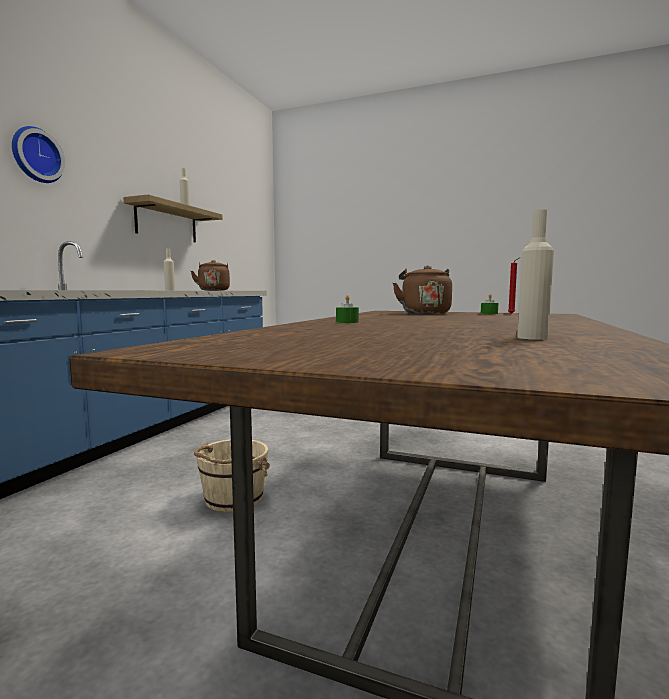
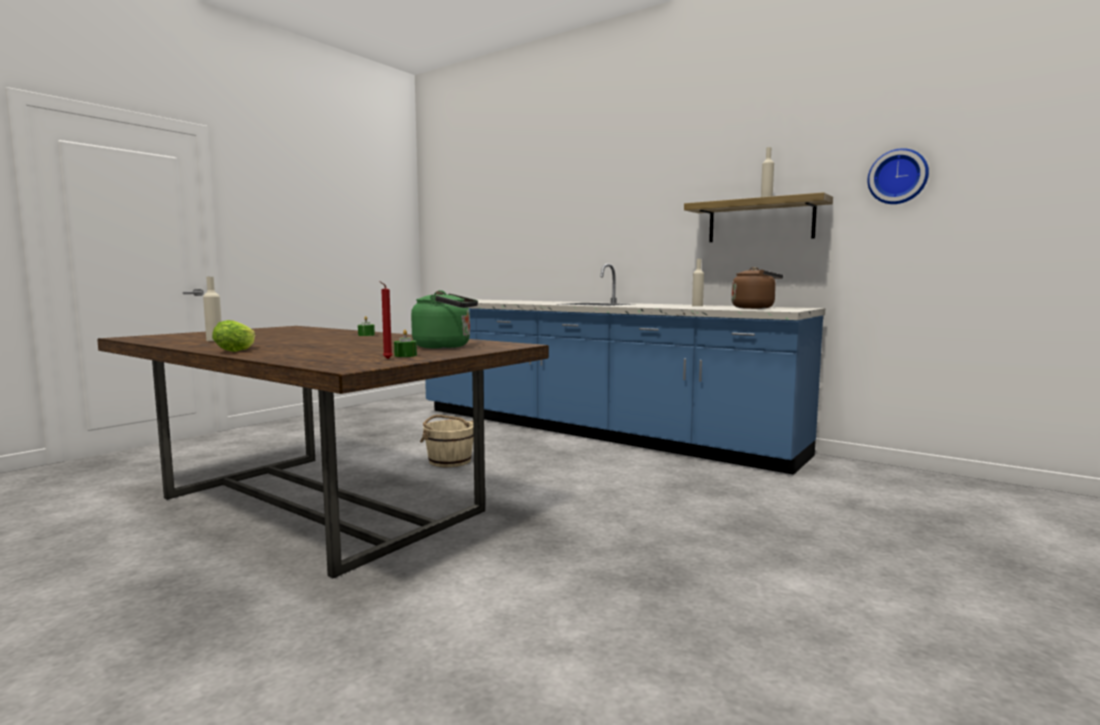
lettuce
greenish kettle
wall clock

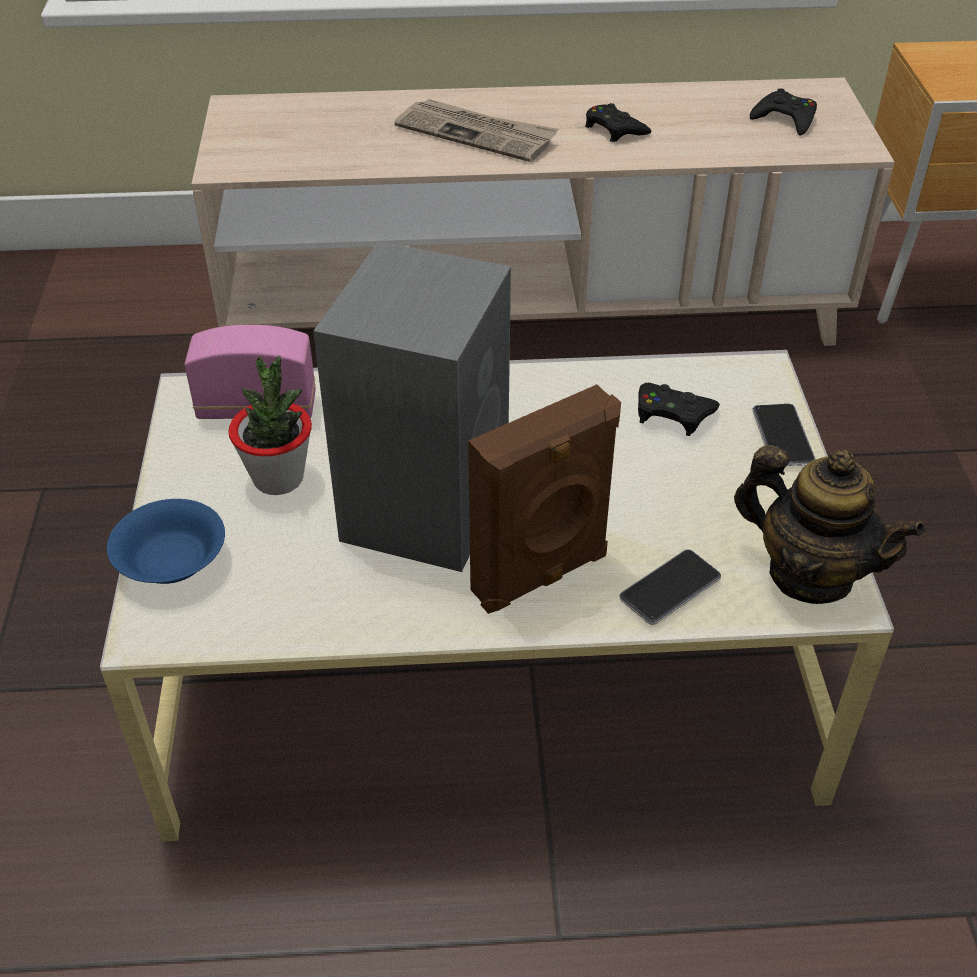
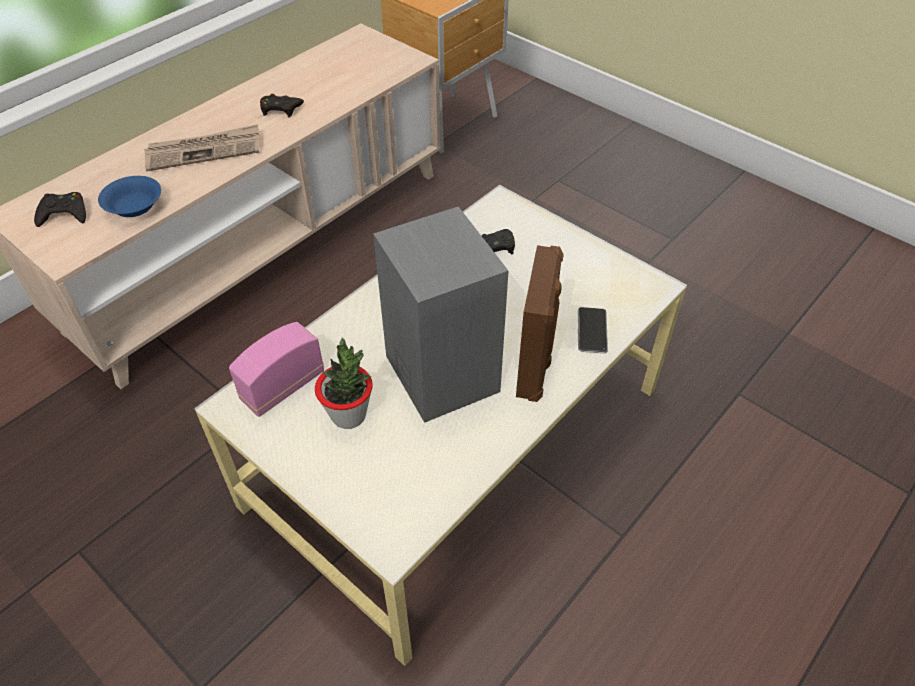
black joypad (no. 1 from left)
blue serving bowl
tea pot
telephone (no. 2 from left in the first image)

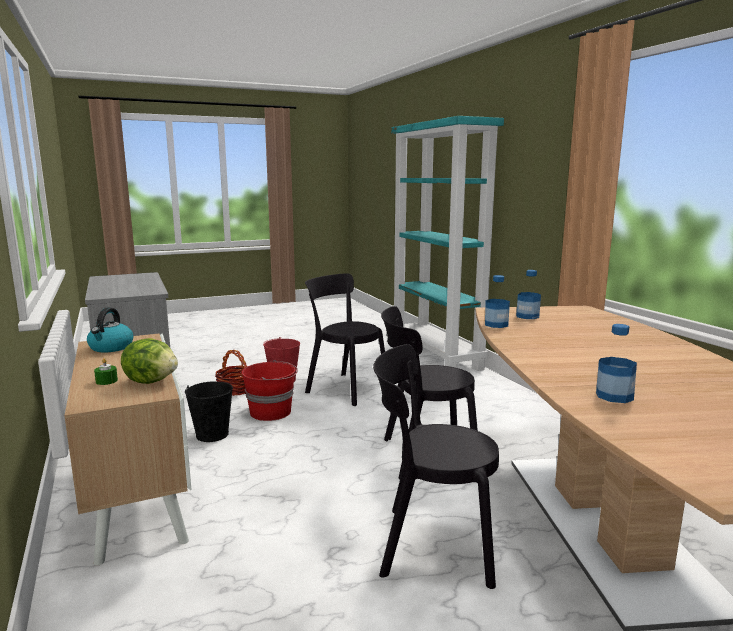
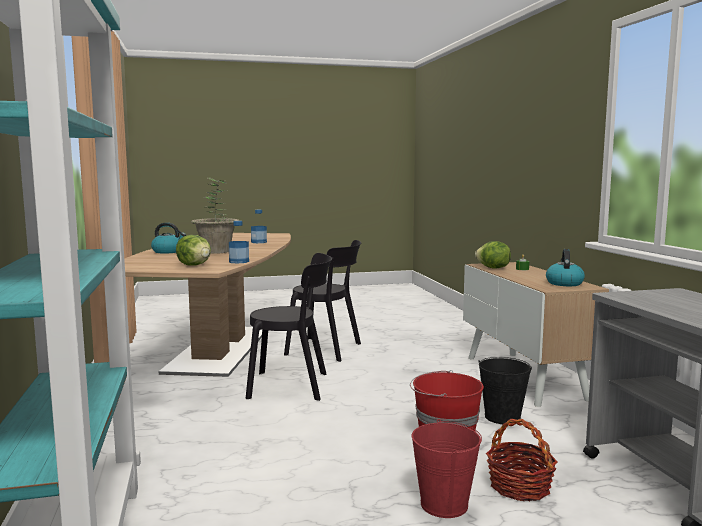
kettle (no. 1 from left)
lettuce (no. 1 from left)
plant in a pot
black chair (no. 1 from left in the first image)

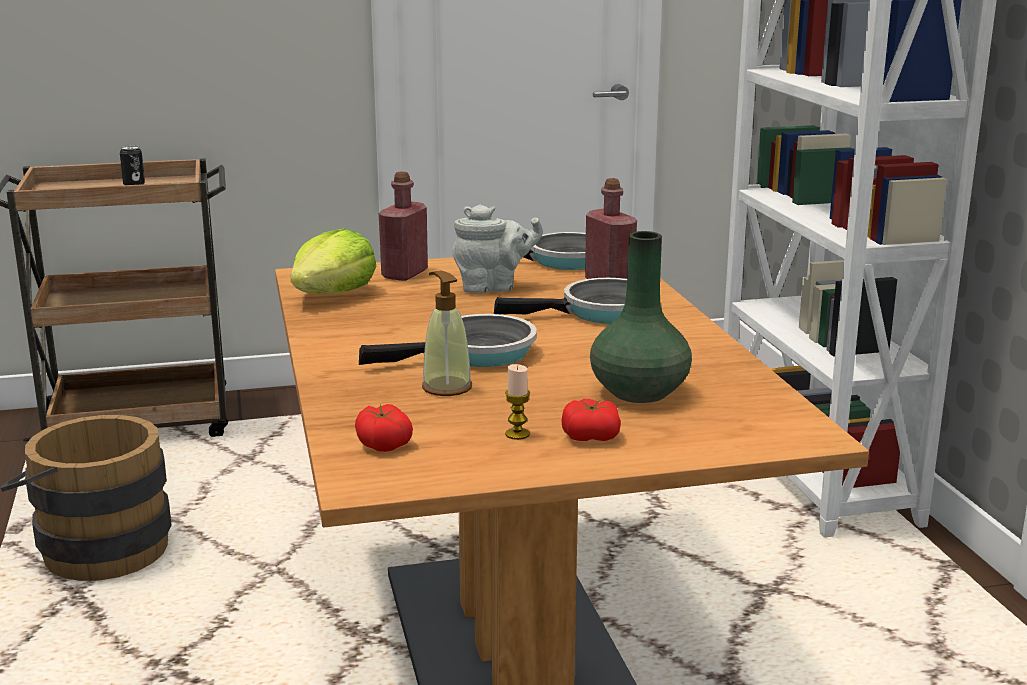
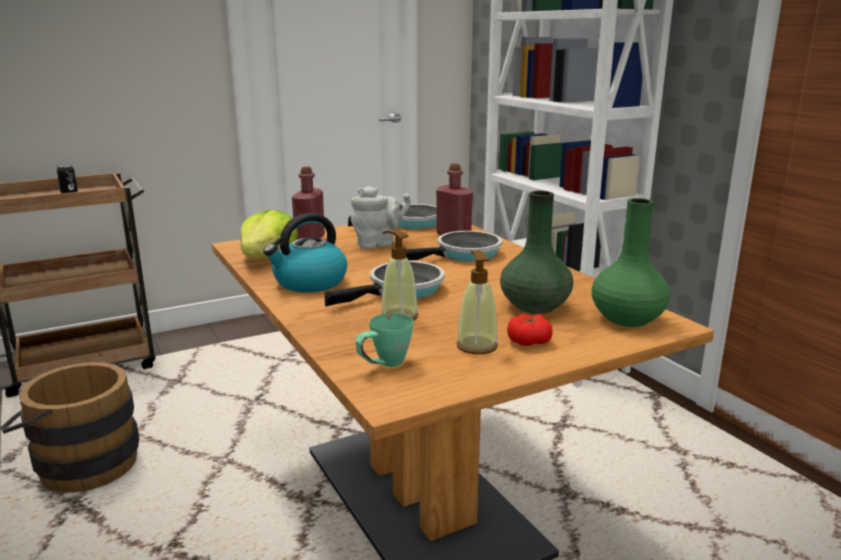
kettle
greenish tea mug
soap dispenser (no. 2 from left)
greenish flower vase (no. 2 from left)

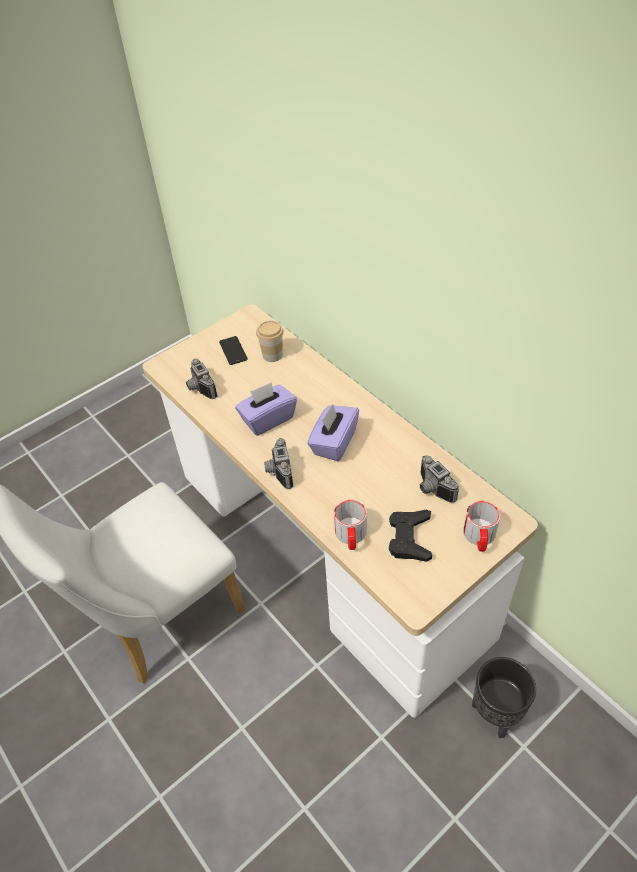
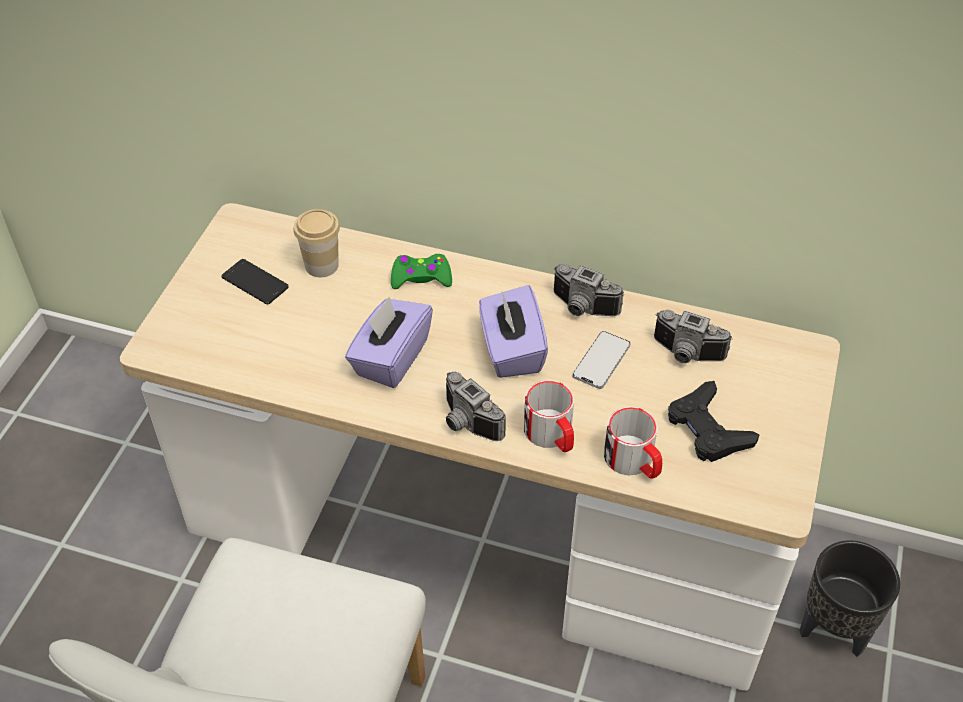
greenish joypad
tea mug (no. 1 from left)
photo camera (no. 2 from left)
telephone (no. 2 from left)

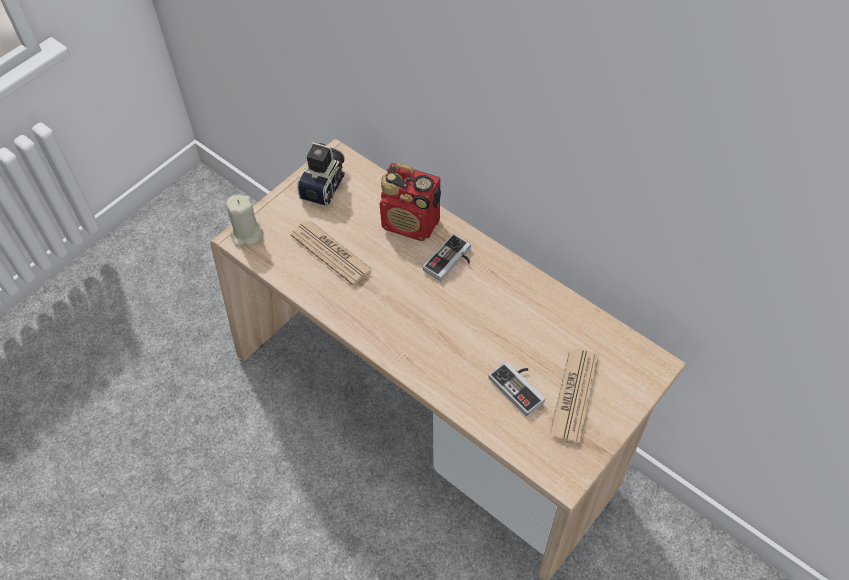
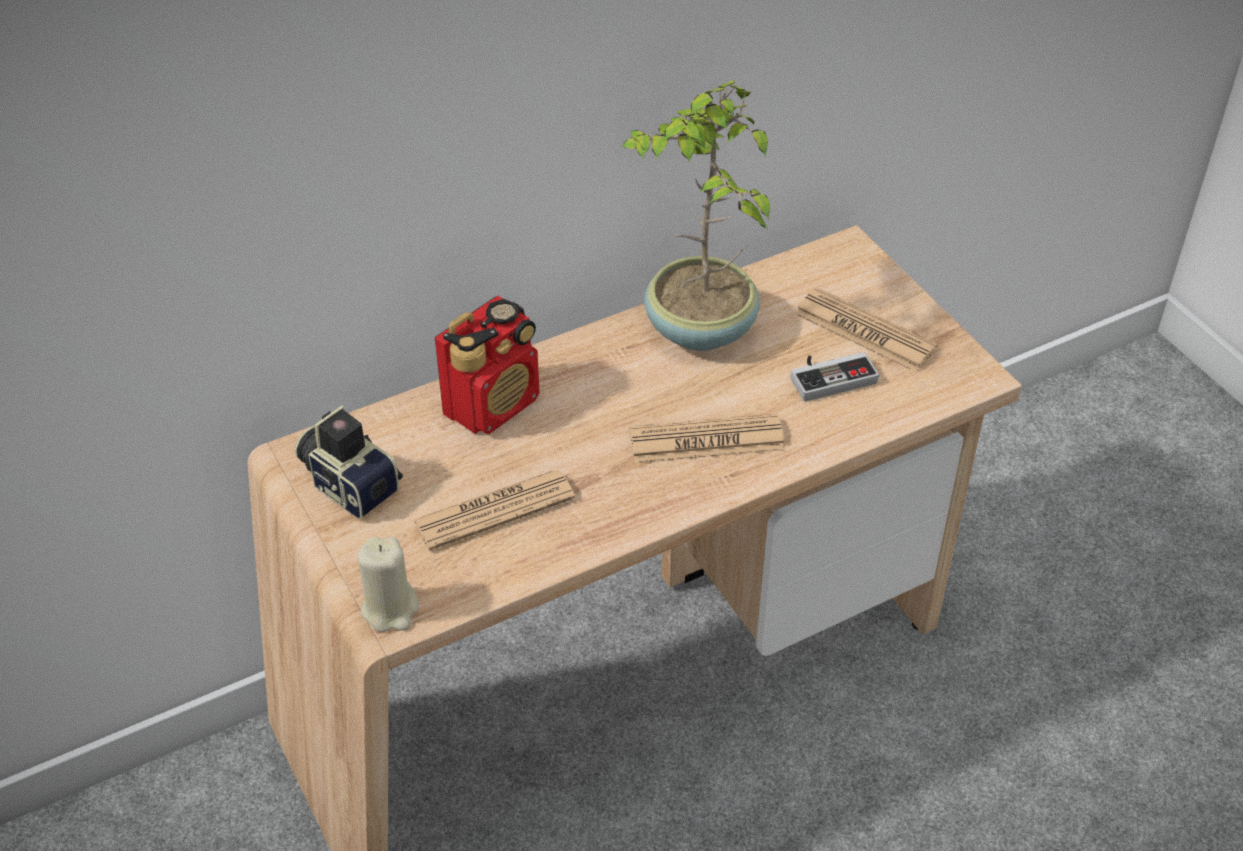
plant in a pot
printed paper (no. 2 from left)
joypad (no. 1 from left in the first image)

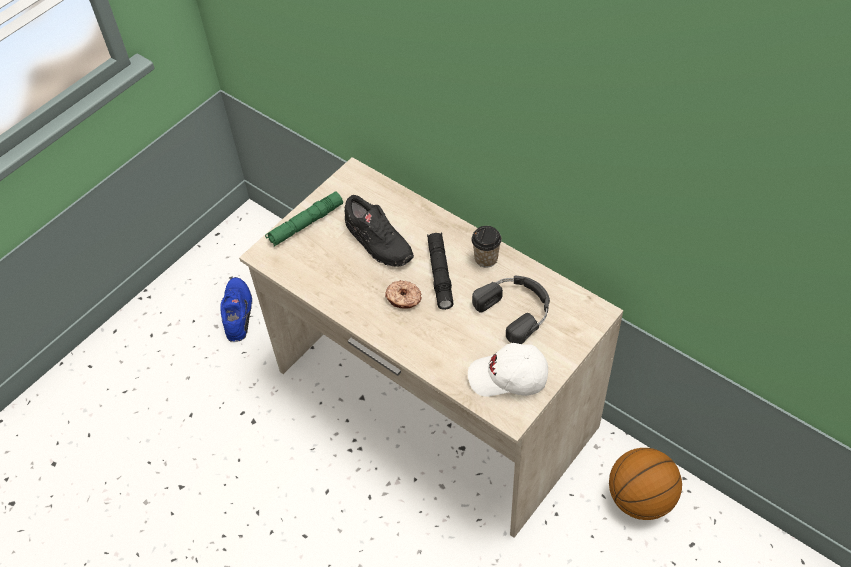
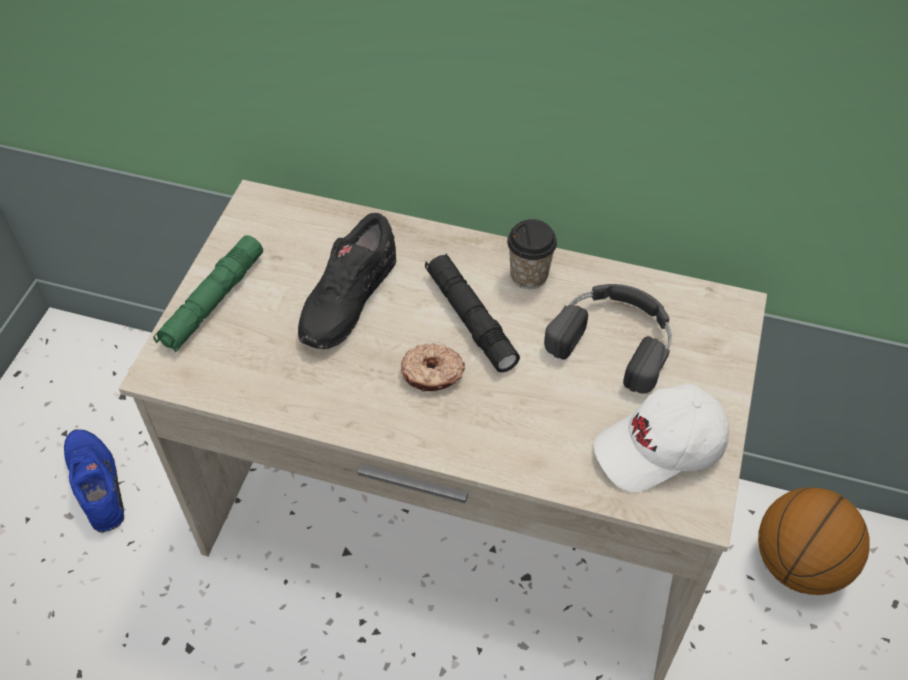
black low shoe

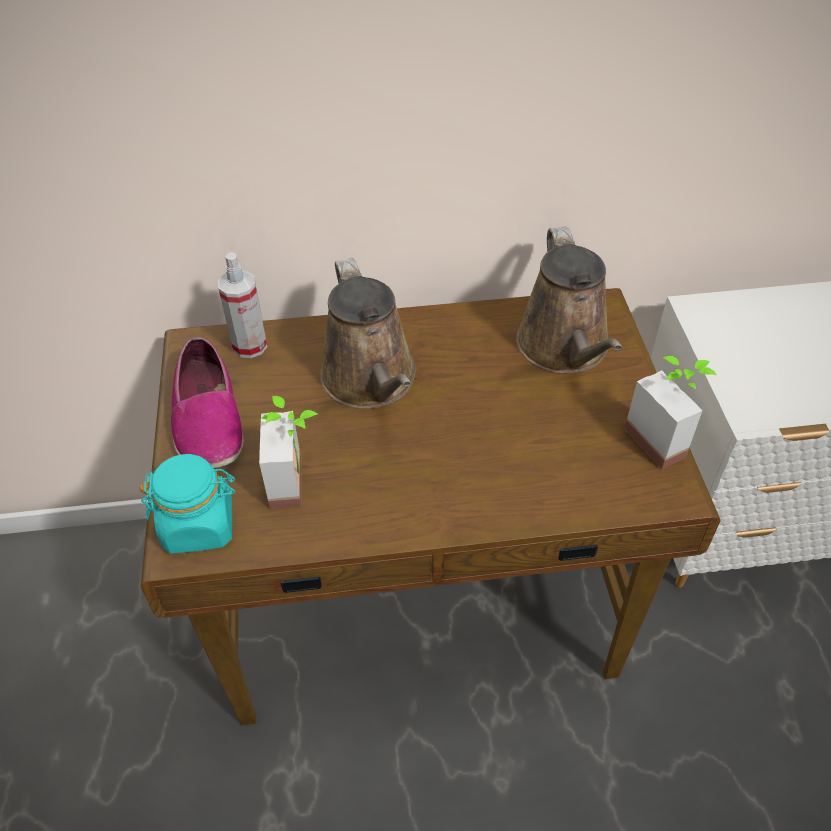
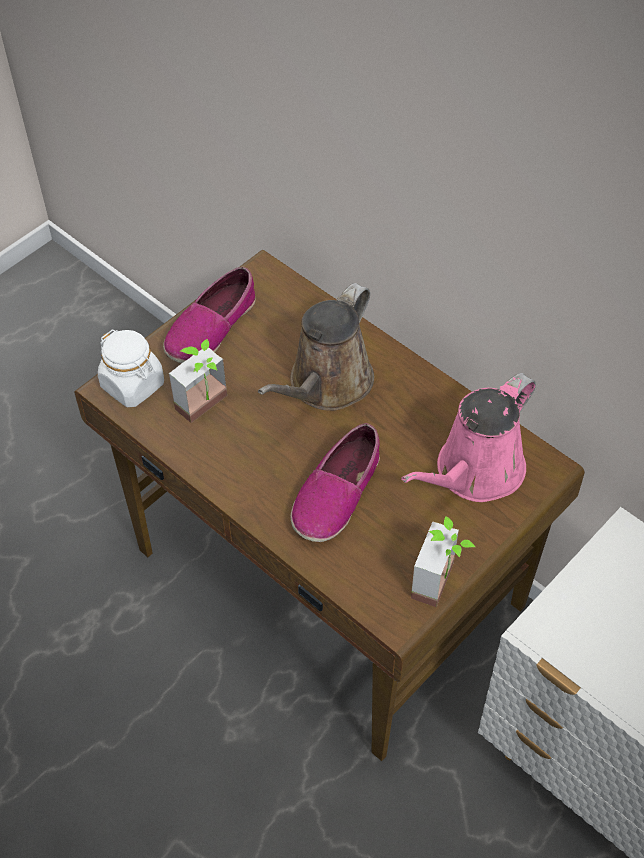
white jar
low shoe (no. 2 from left)
pink-coloured watering can
spray bottle

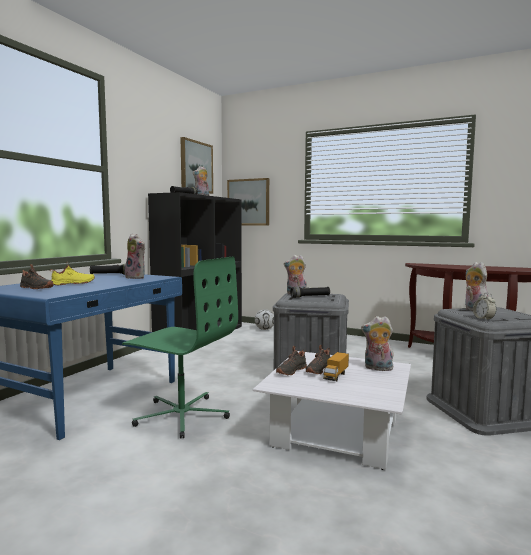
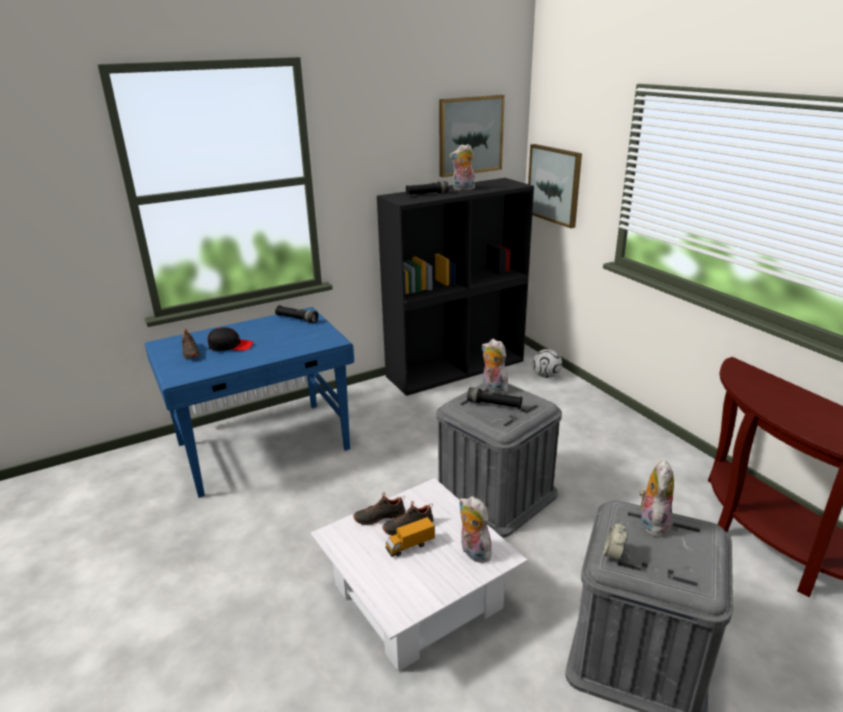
black baseball cap
greenish desk chair
soft toy (no. 1 from left in the first image)

